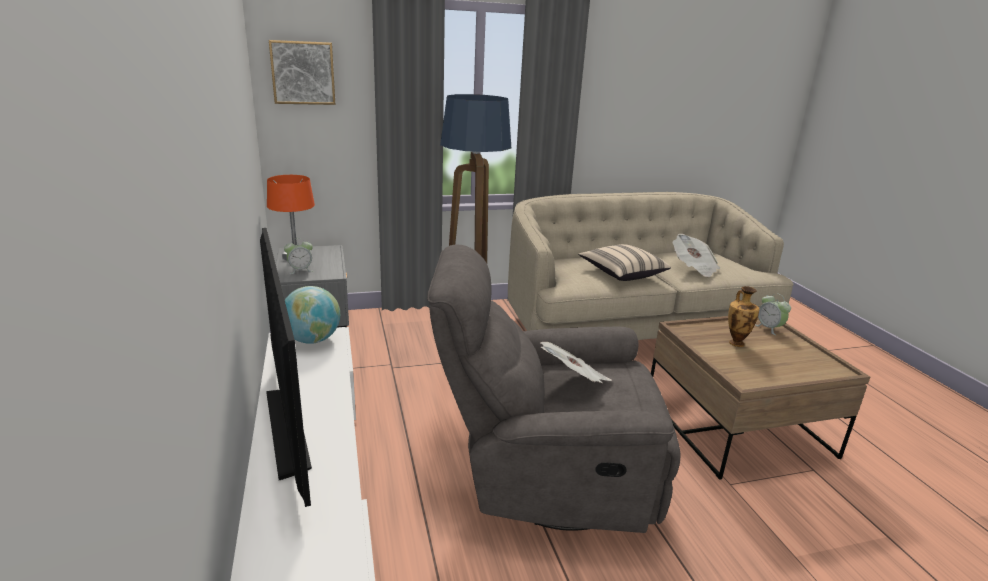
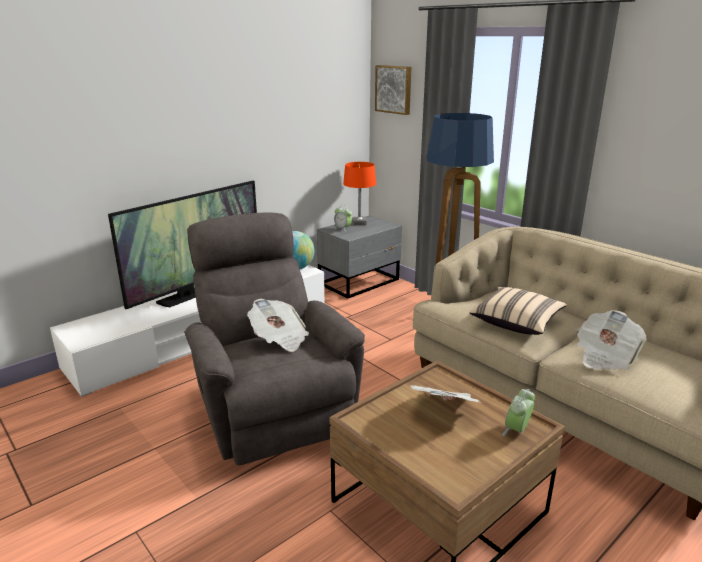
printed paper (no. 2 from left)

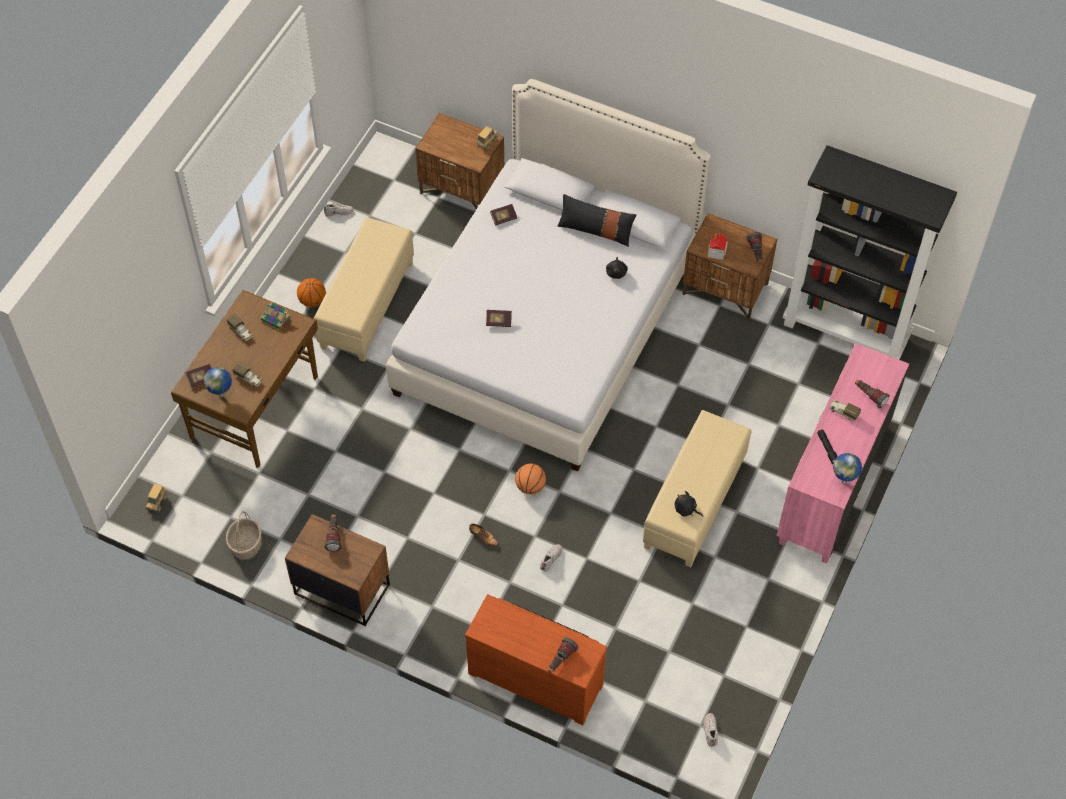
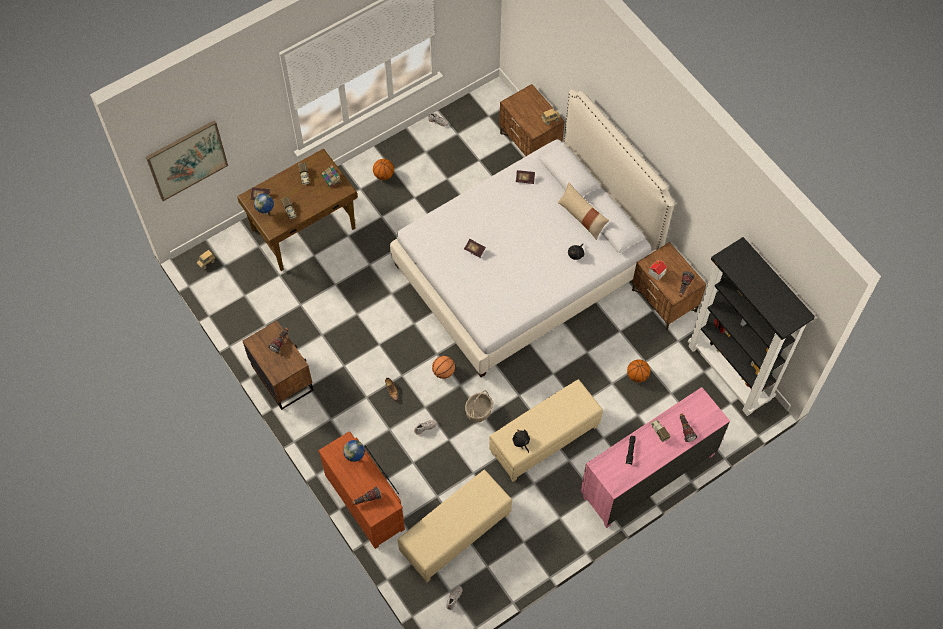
wall art
desk globe (no. 2 from left)
beige footrest (no. 1 from left)
household basket
beige pillow
basketball ball (no. 3 from left)

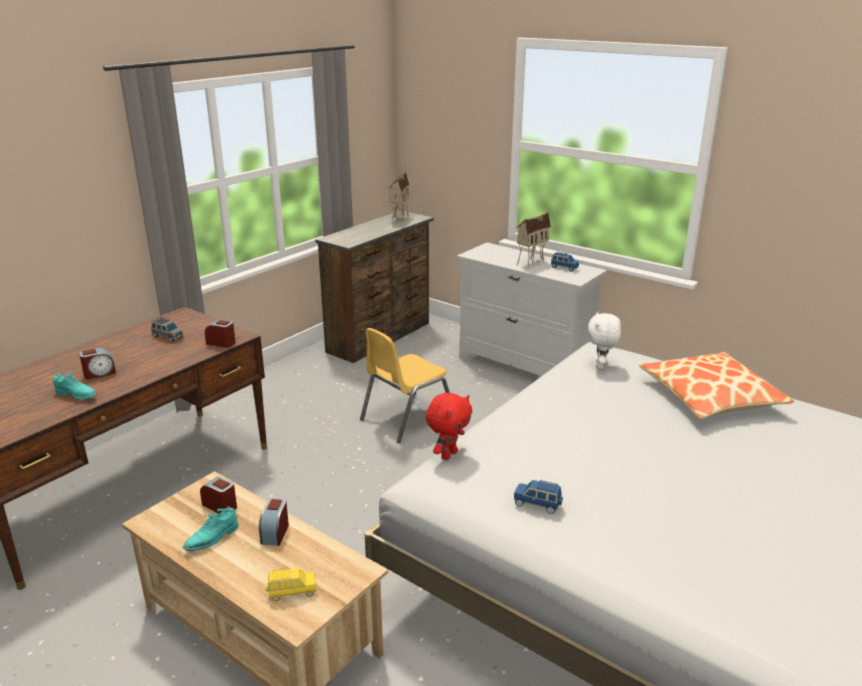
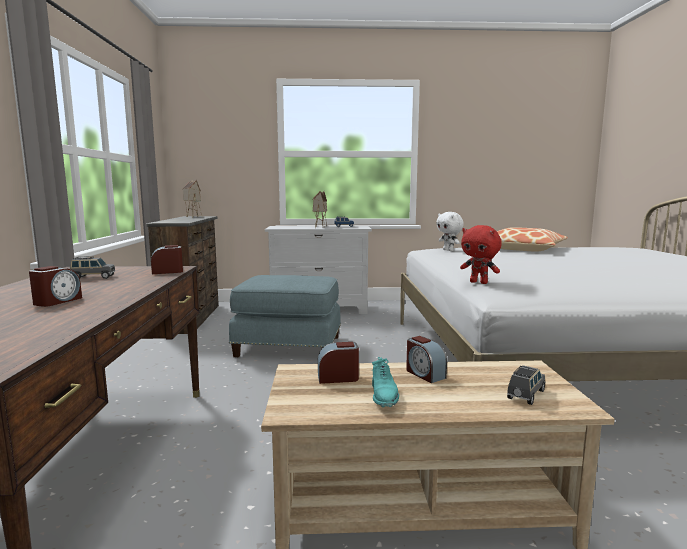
blue footrest
red soft toy
greyish toy car (no. 2 from left)
blue-green low shoe (no. 1 from left in the first image)
blue toy car (no. 1 from left in the first image)

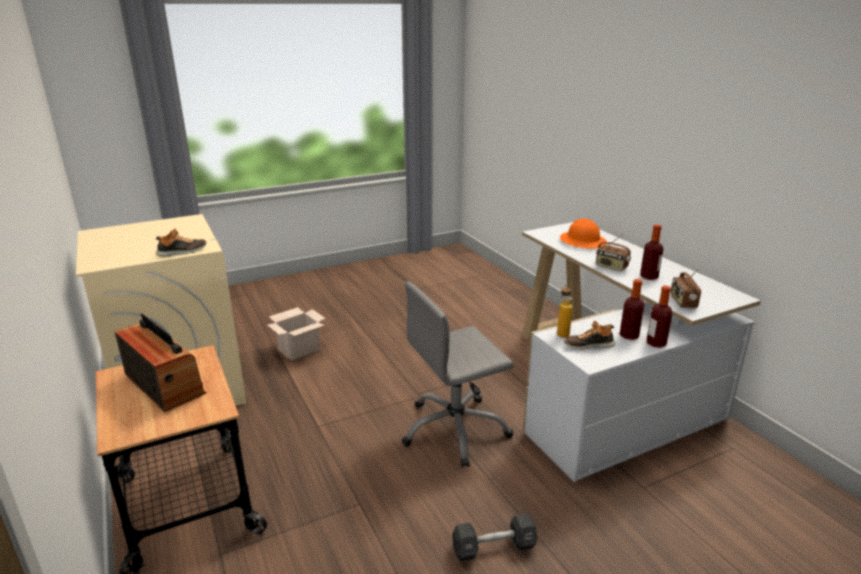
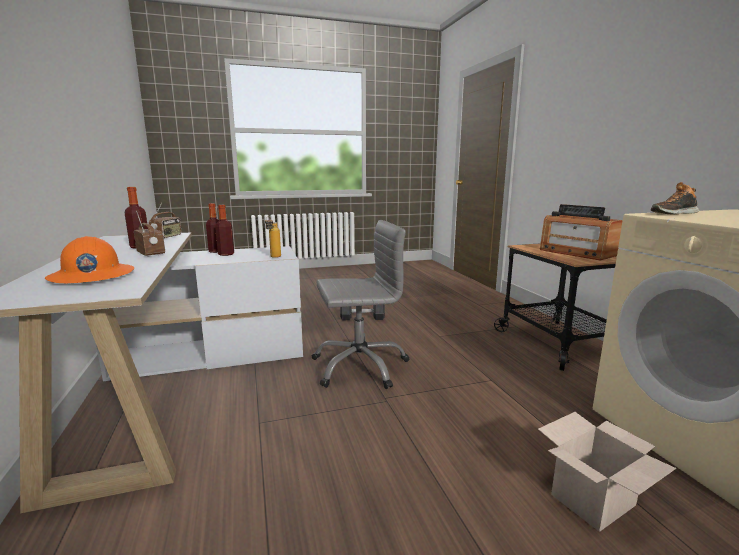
low shoe (no. 2 from left in the first image)

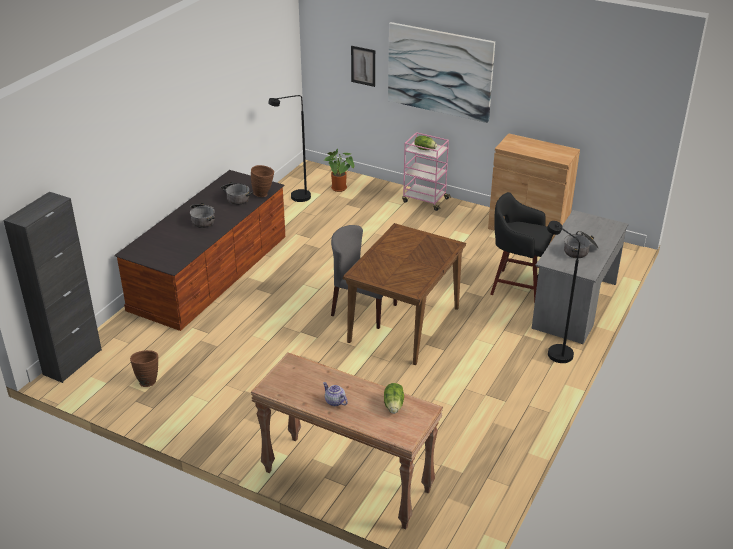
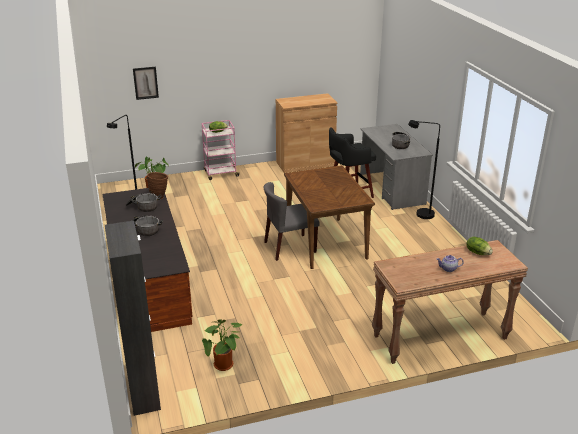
plant in a pot (no. 2 from left)
wall art (no. 2 from left in the first image)

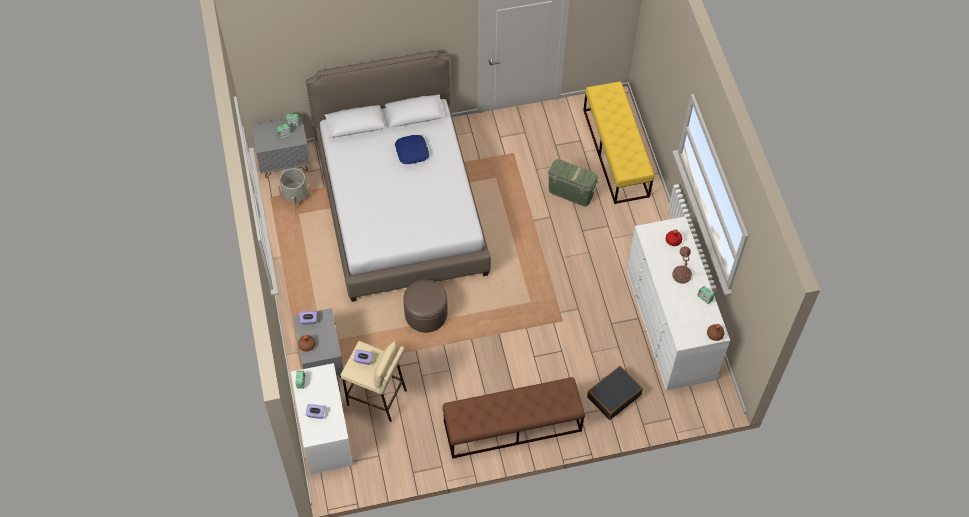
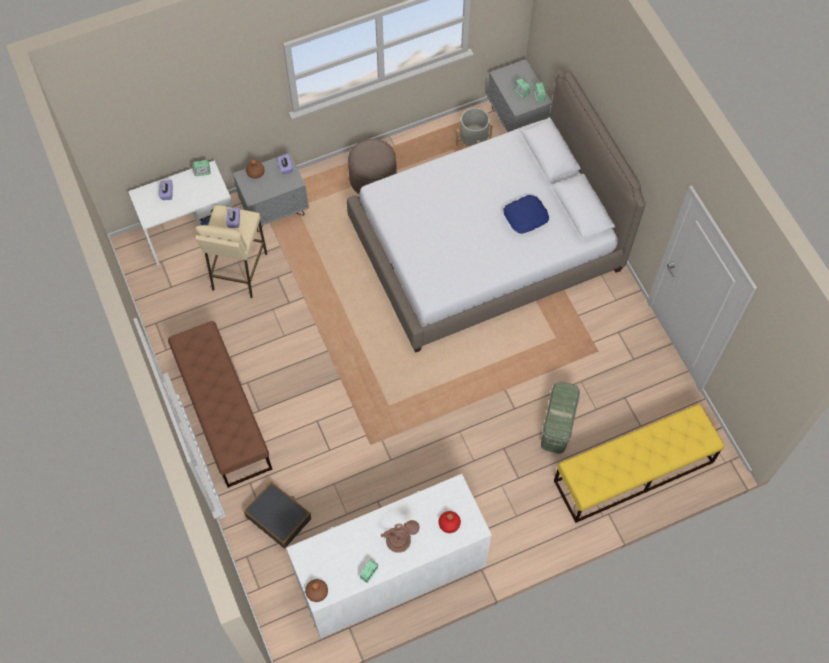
brown-coloured footrest

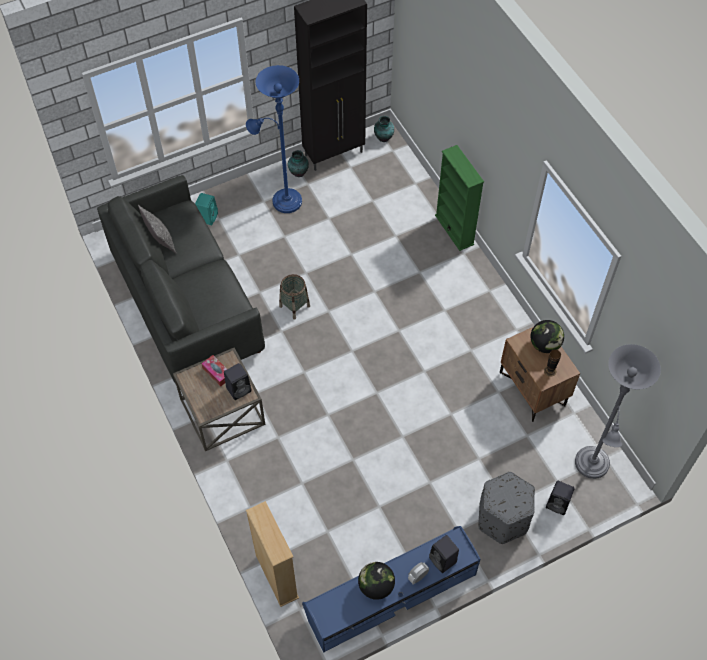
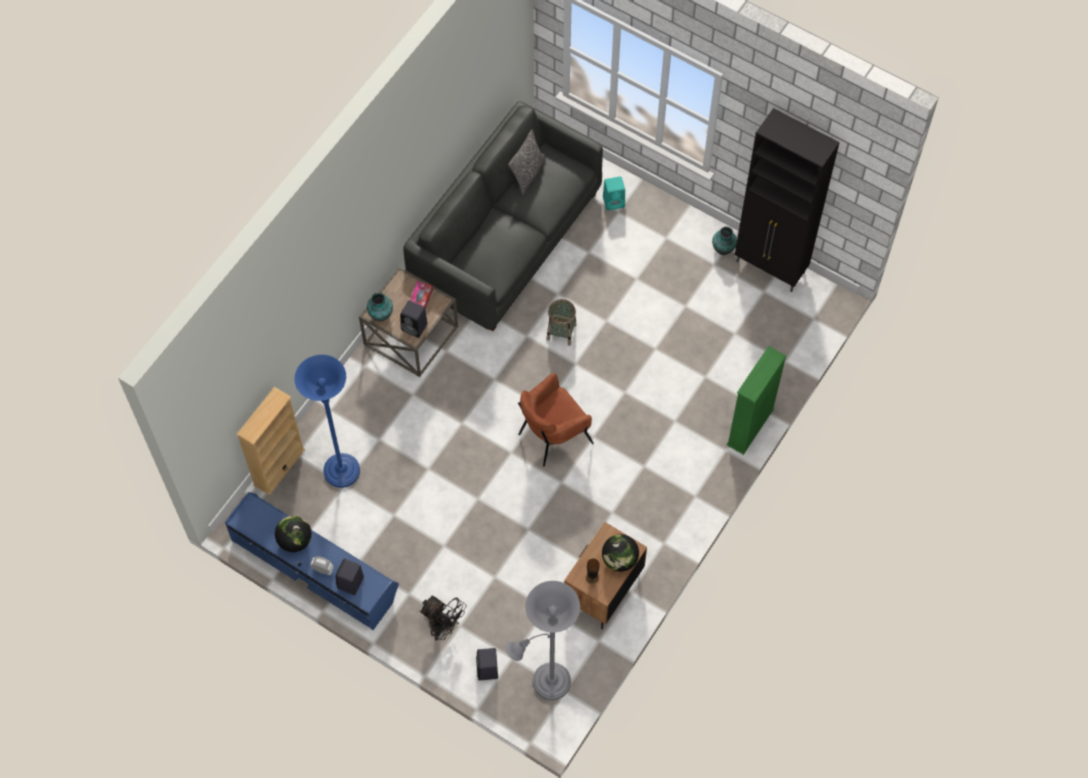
blue standing lamp
flower vase (no. 1 from left)
black electric fan
brown-coloured easy chair

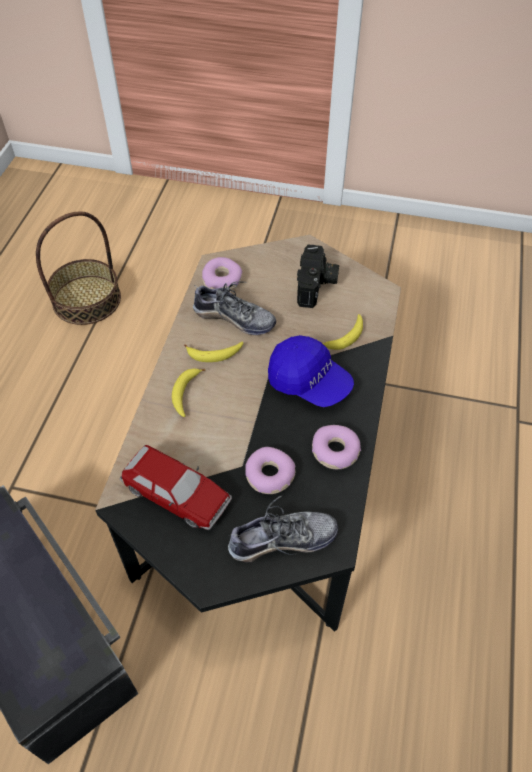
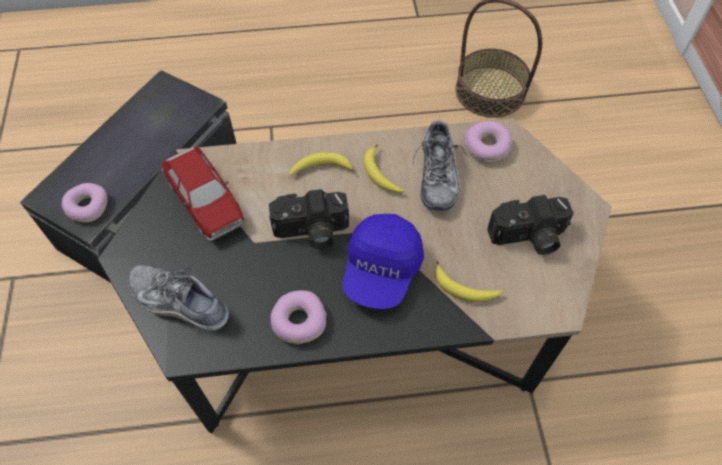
doughnut (no. 1 from left)
low shoe (no. 1 from left)
toy car
photo camera (no. 1 from left)

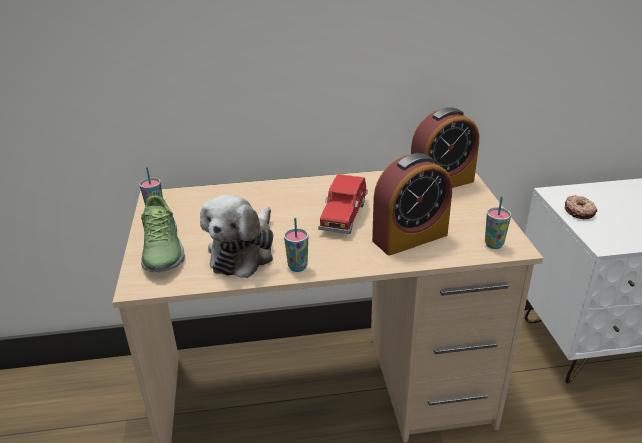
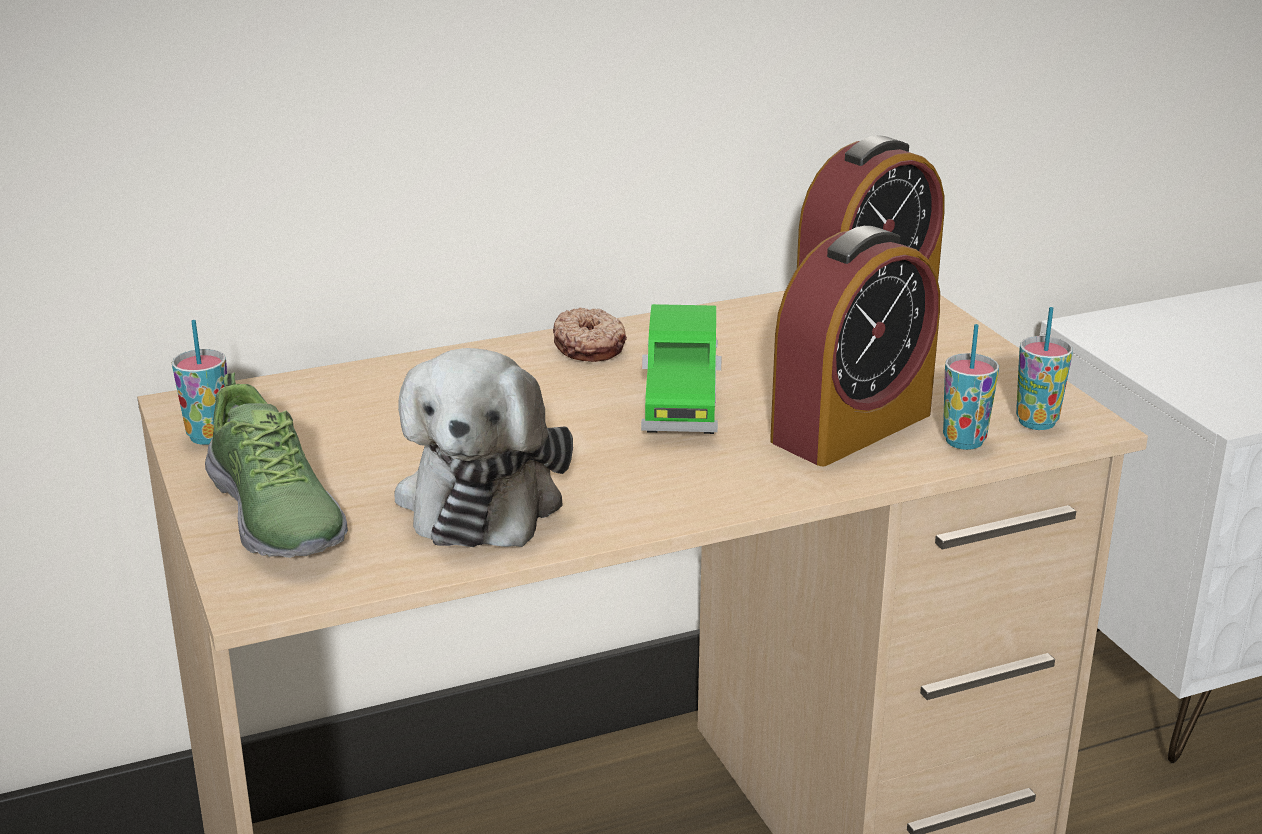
doughnut
greenish toy car
small cup (no. 2 from left)

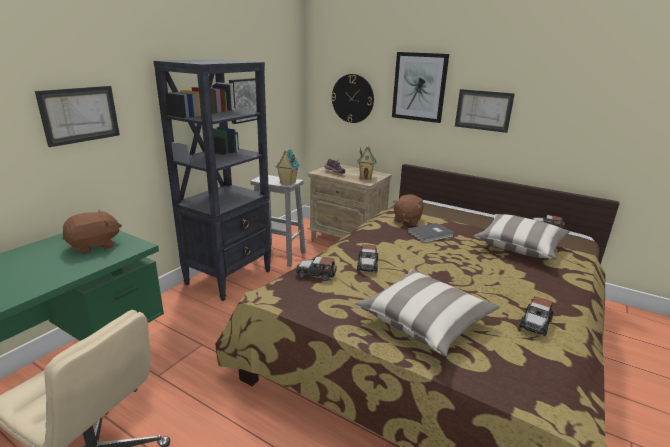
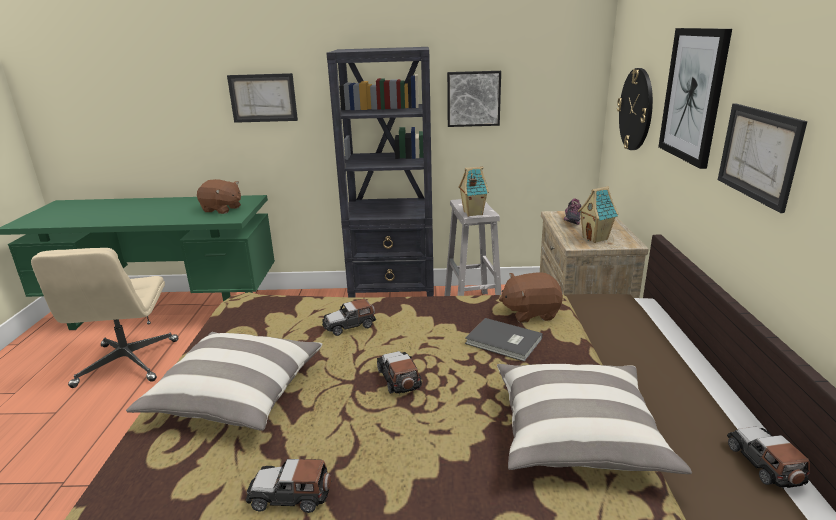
toy car (no. 3 from left)

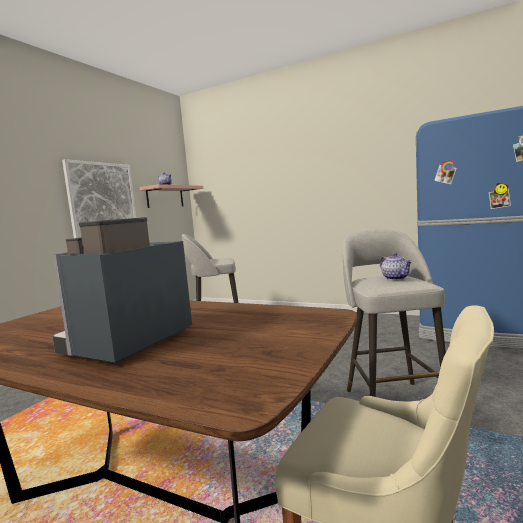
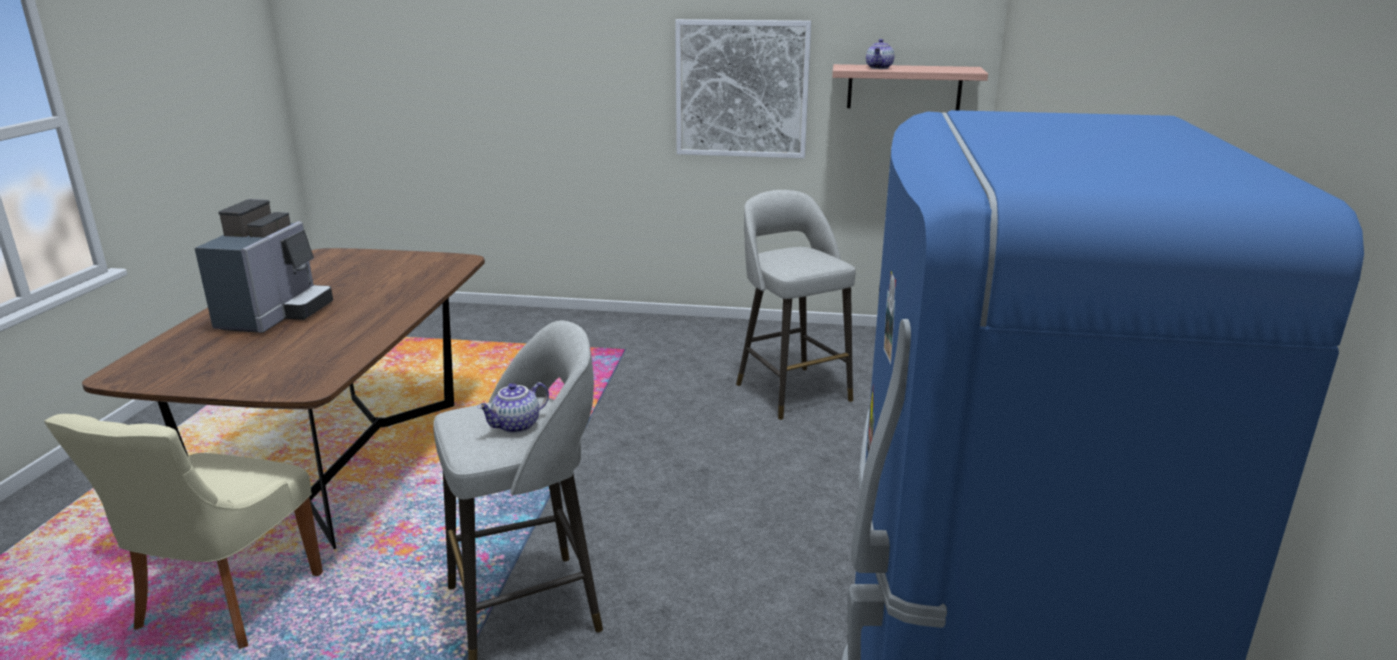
coffee maker

